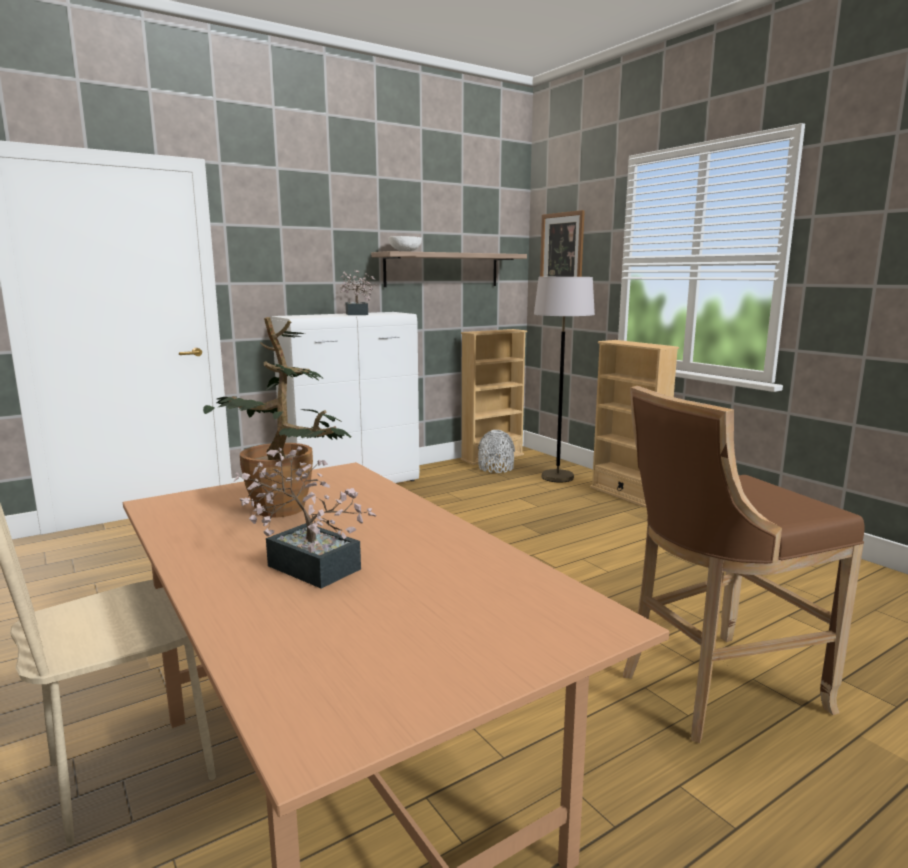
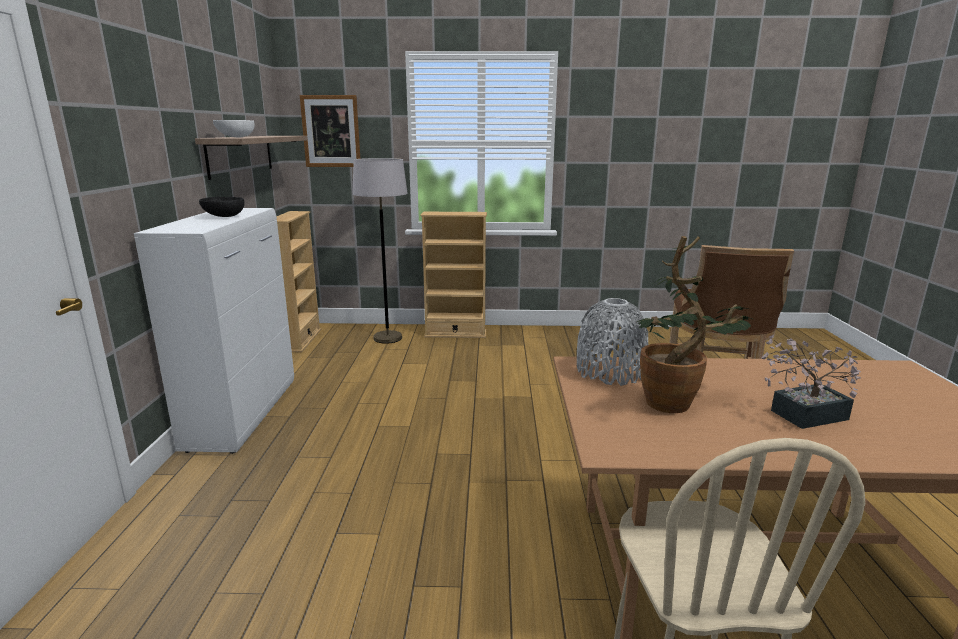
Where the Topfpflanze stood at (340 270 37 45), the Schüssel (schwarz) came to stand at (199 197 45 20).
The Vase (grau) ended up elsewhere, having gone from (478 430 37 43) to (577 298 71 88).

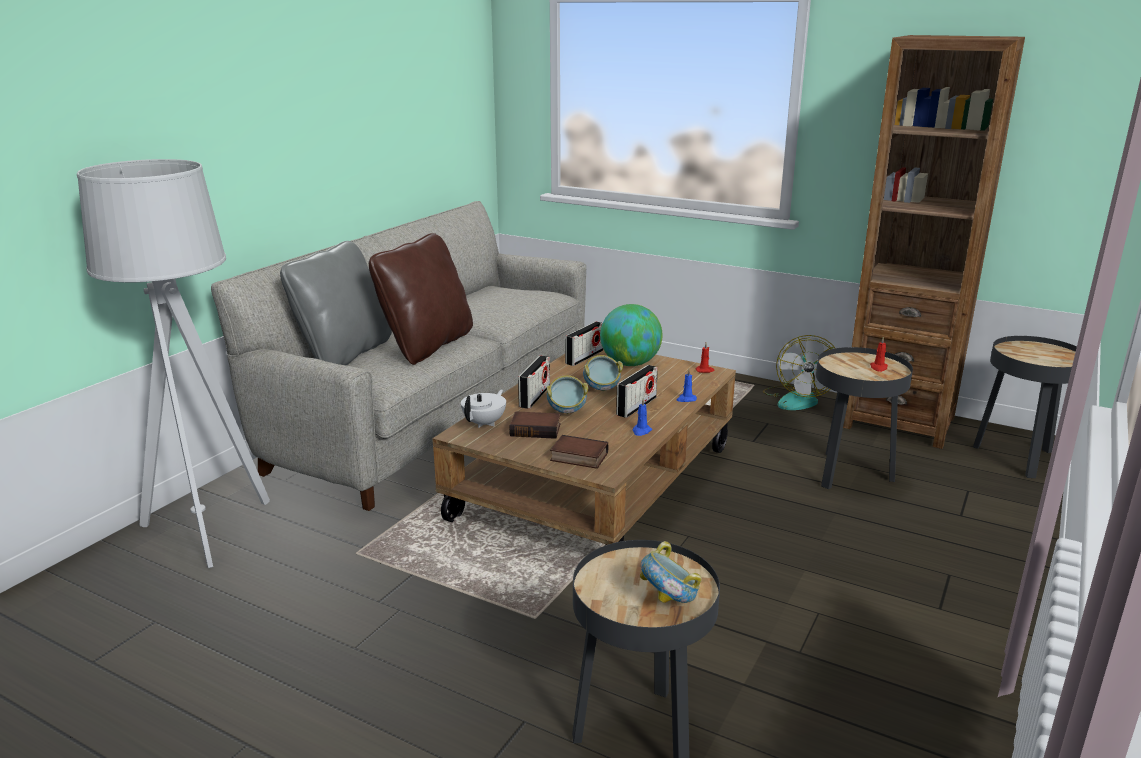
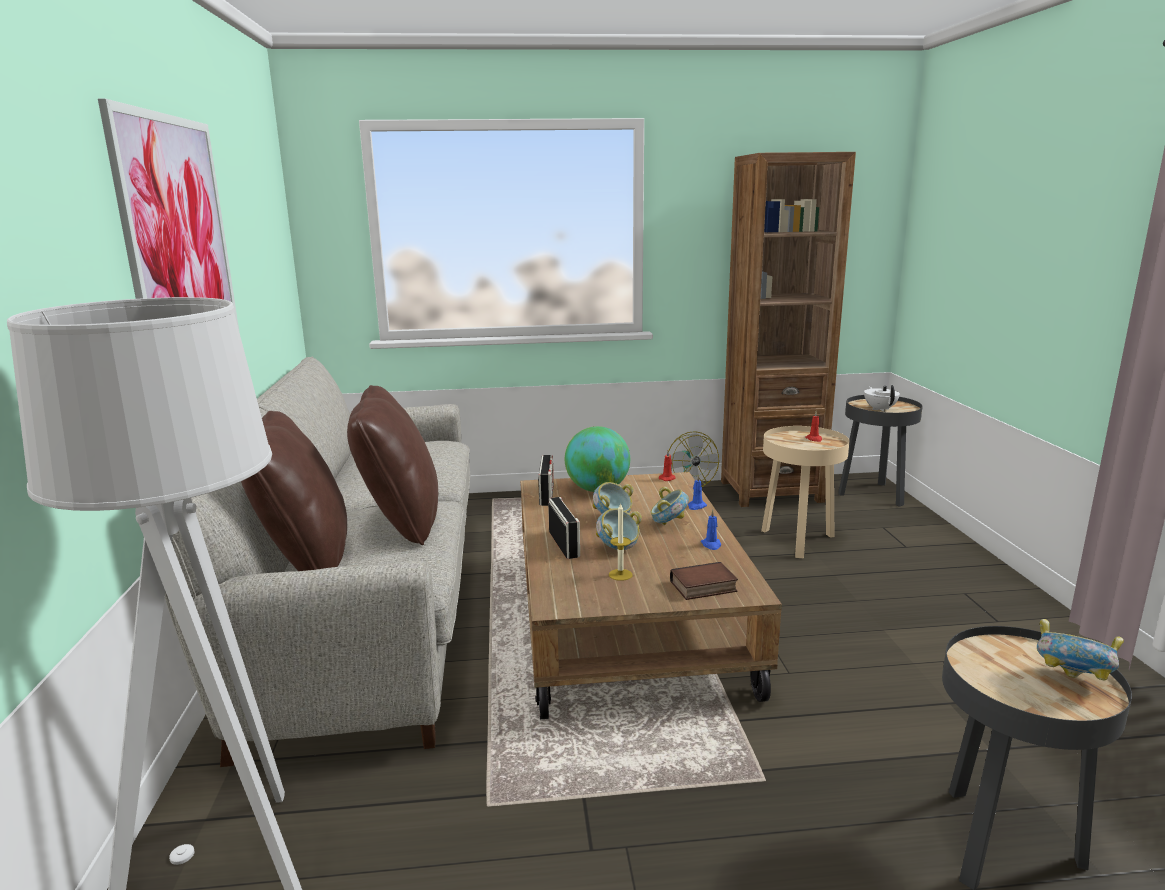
What was the Kissen (grau) at (280 241 112 125) turned into the Kissen (braun) at (241 411 106 160).
What was the Beistelltisch (schwarz) at (816 347 97 142) turned into the Beistelltisch (beige) at (761 426 88 132).
Where the Radio stood at (616 365 42 53), the Schüssel came to stand at (650 487 39 38).
The Teekanne (weiß) ended up elsewhere, having gone from (461 390 45 38) to (864 385 36 27).
Where the Buch stood at (509 411 52 28), the Kerze came to stand at (609 503 23 78).
The second view gained the Bild at (98 99 142 234).

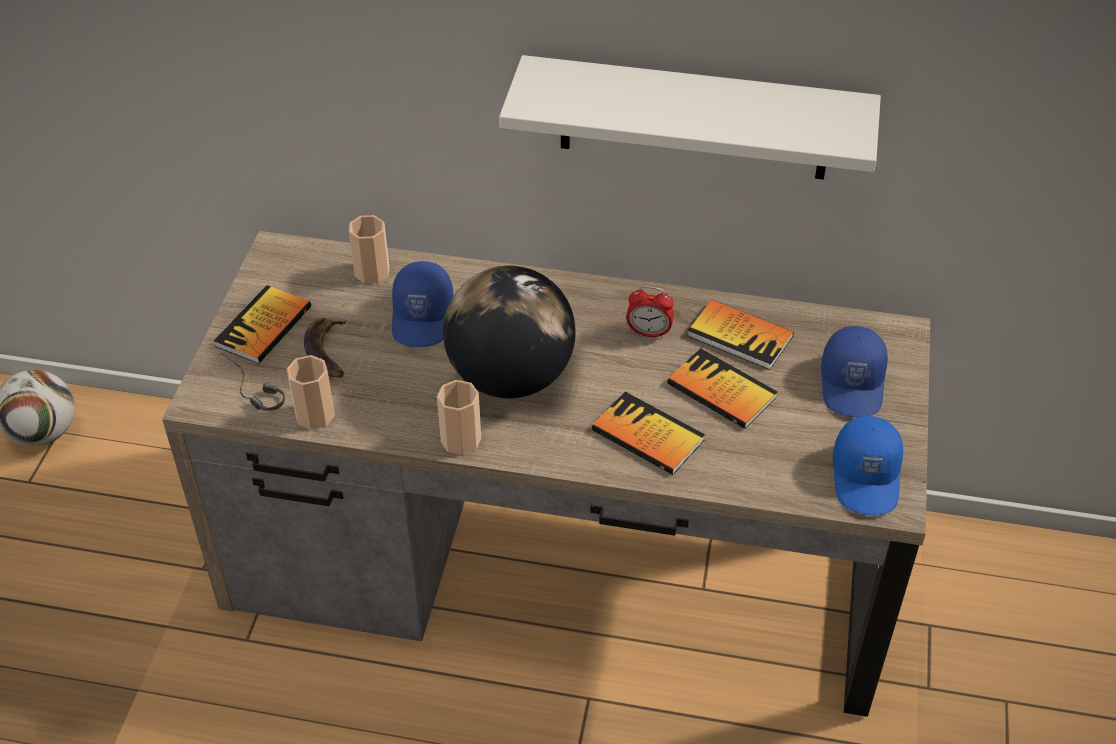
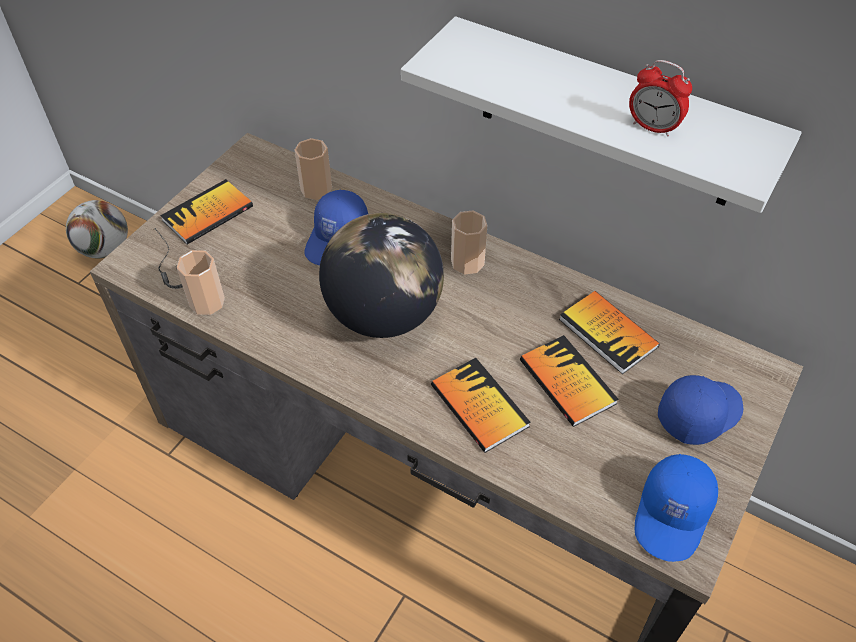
The Wecker ended up elsewhere, having gone from (626 286 48 52) to (629 60 63 77).
The second view lost the Banane at (304 318 43 60).
The Kappe (blau) at (821 326 67 91) ended up facing another way, 150 degrees counterclockwise from before.
The Tasse ended up elsewhere, having gone from (437 380 44 75) to (451 210 36 65).

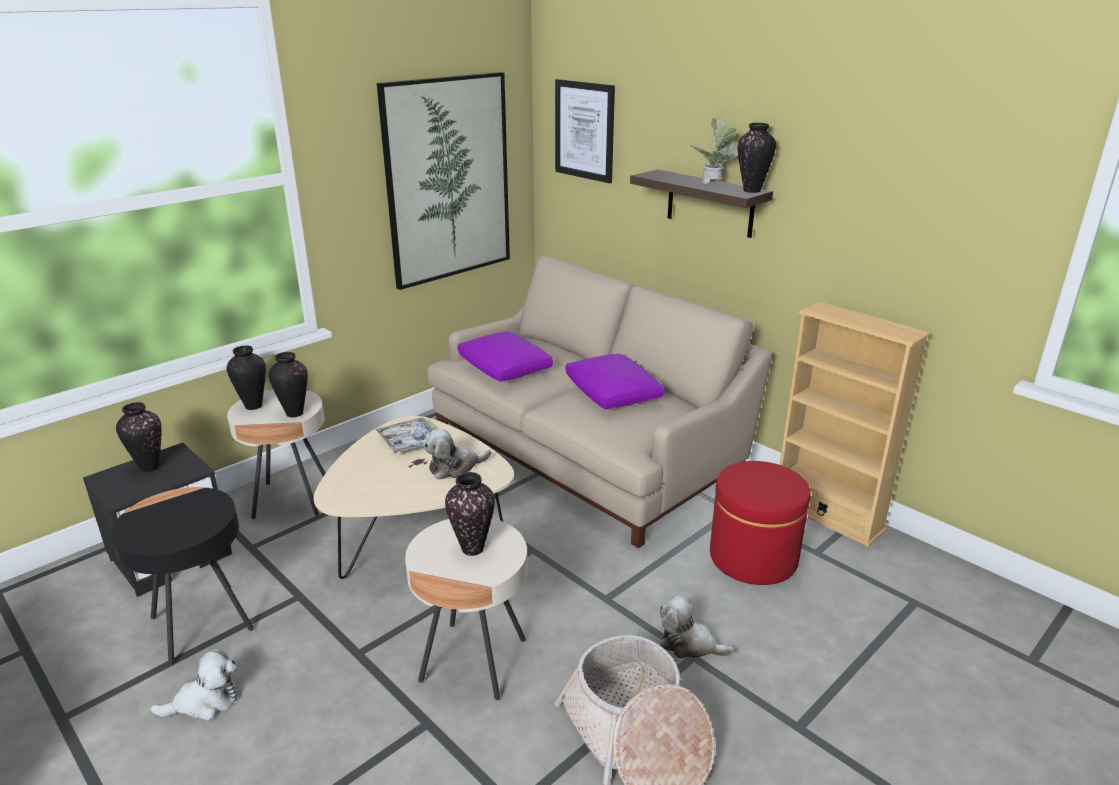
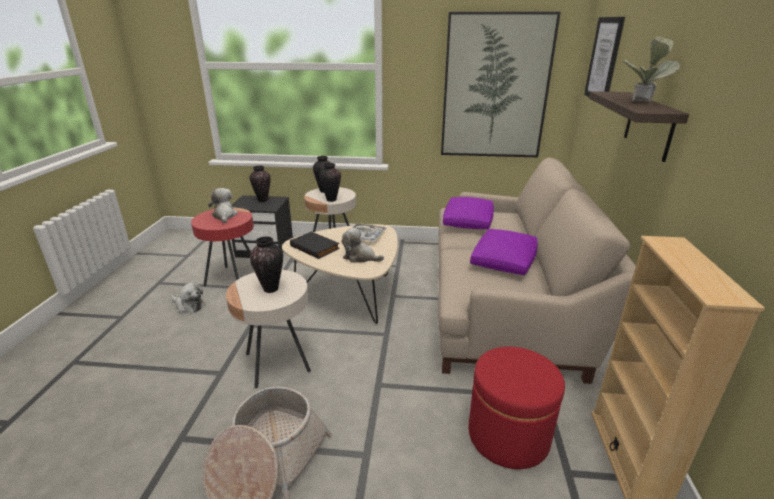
The second view lost the Vase at (738 123 38 70).
What was the Beistelltisch (schwarz) at (111 487 143 177) turned into the Beistelltisch (rot) at (191 208 63 78).
The Plüschtier ended up elsewhere, having gone from (660 595 74 63) to (208 188 30 35).
The second view gained the Buch (schwarz) at (290 231 50 28).

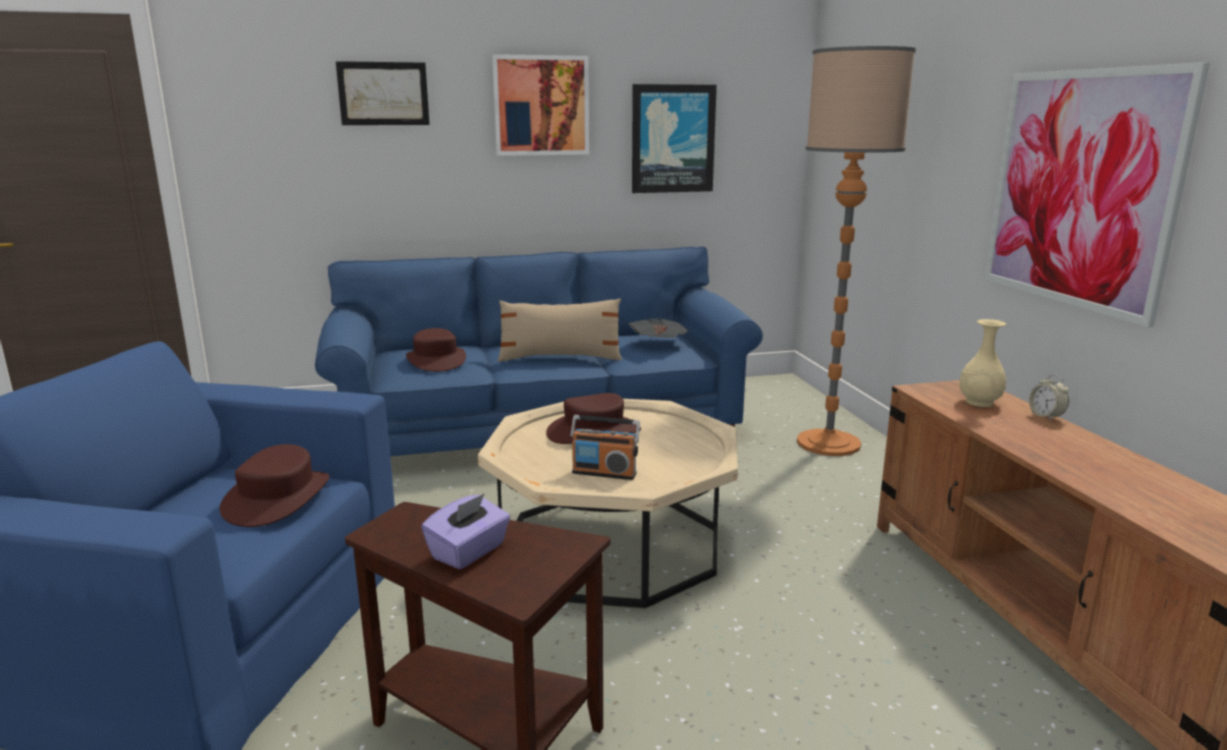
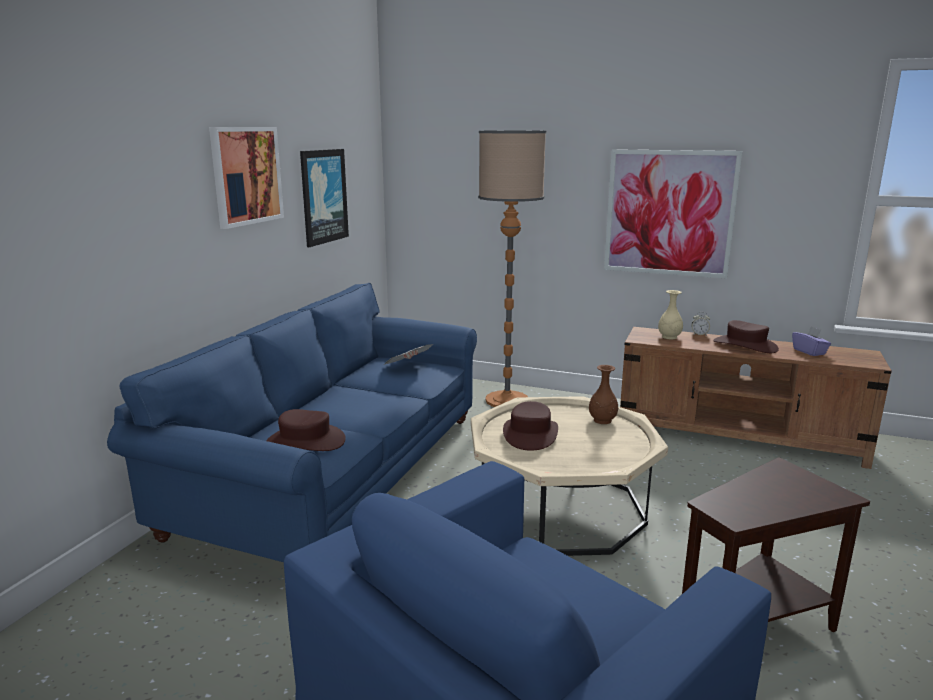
The second view lost the Bild at (336 61 94 64).
The second view lost the Kissen (beige) at (498 299 124 63).
The second view lost the Radio at (571 415 69 65).
The Hut (braun) ended up elsewhere, having gone from (219 444 111 83) to (713 320 66 33).
The Taschentuchbox (lila) ended up elsewhere, having gone from (421 493 90 76) to (792 326 39 30).
The second view gained the Vase (braun) at (589 365 29 59).

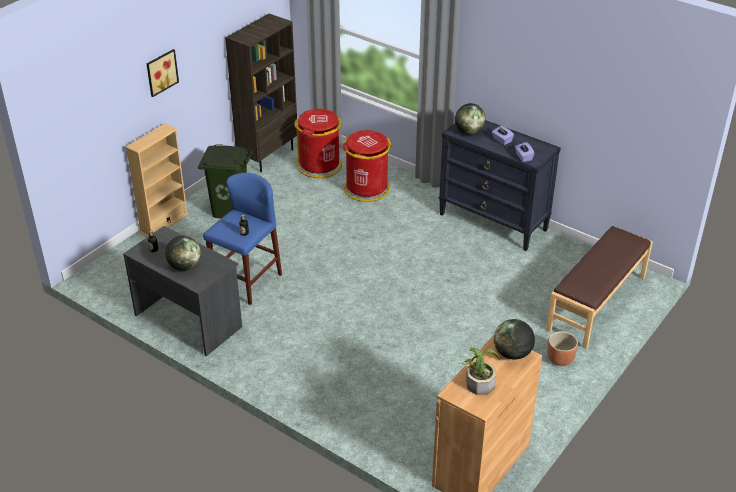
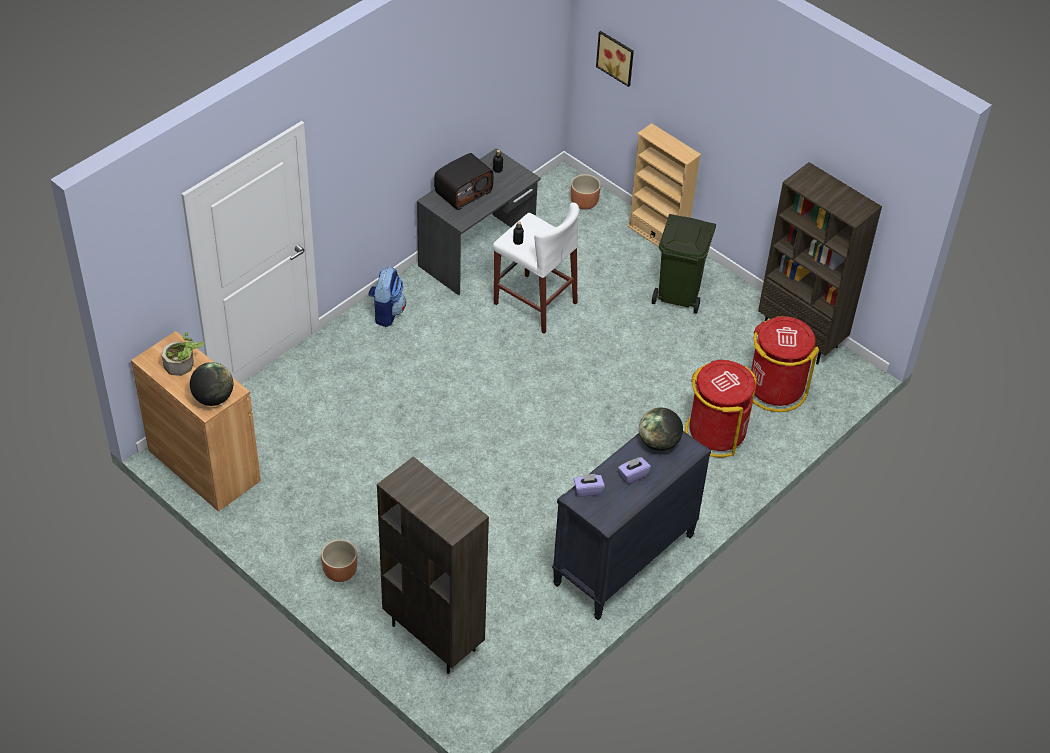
The Bild ended up elsewhere, having gone from (147 49 32 48) to (596 31 38 56).
What was the Hocker (blau) at (203 173 79 132) turned into the Hocker (weiß) at (493 202 86 132).
Where the Bank (braun) stood at (546 226 107 123), the Bücherregal (braun) came to stand at (377 457 112 217).
Where the Globus stood at (166 236 35 35), the Radio came to stand at (434 153 59 57).
The second view gained the Pflanzkübel (braun) at (571 174 30 36).
The second view gained the Rucksack at (368 267 38 60).

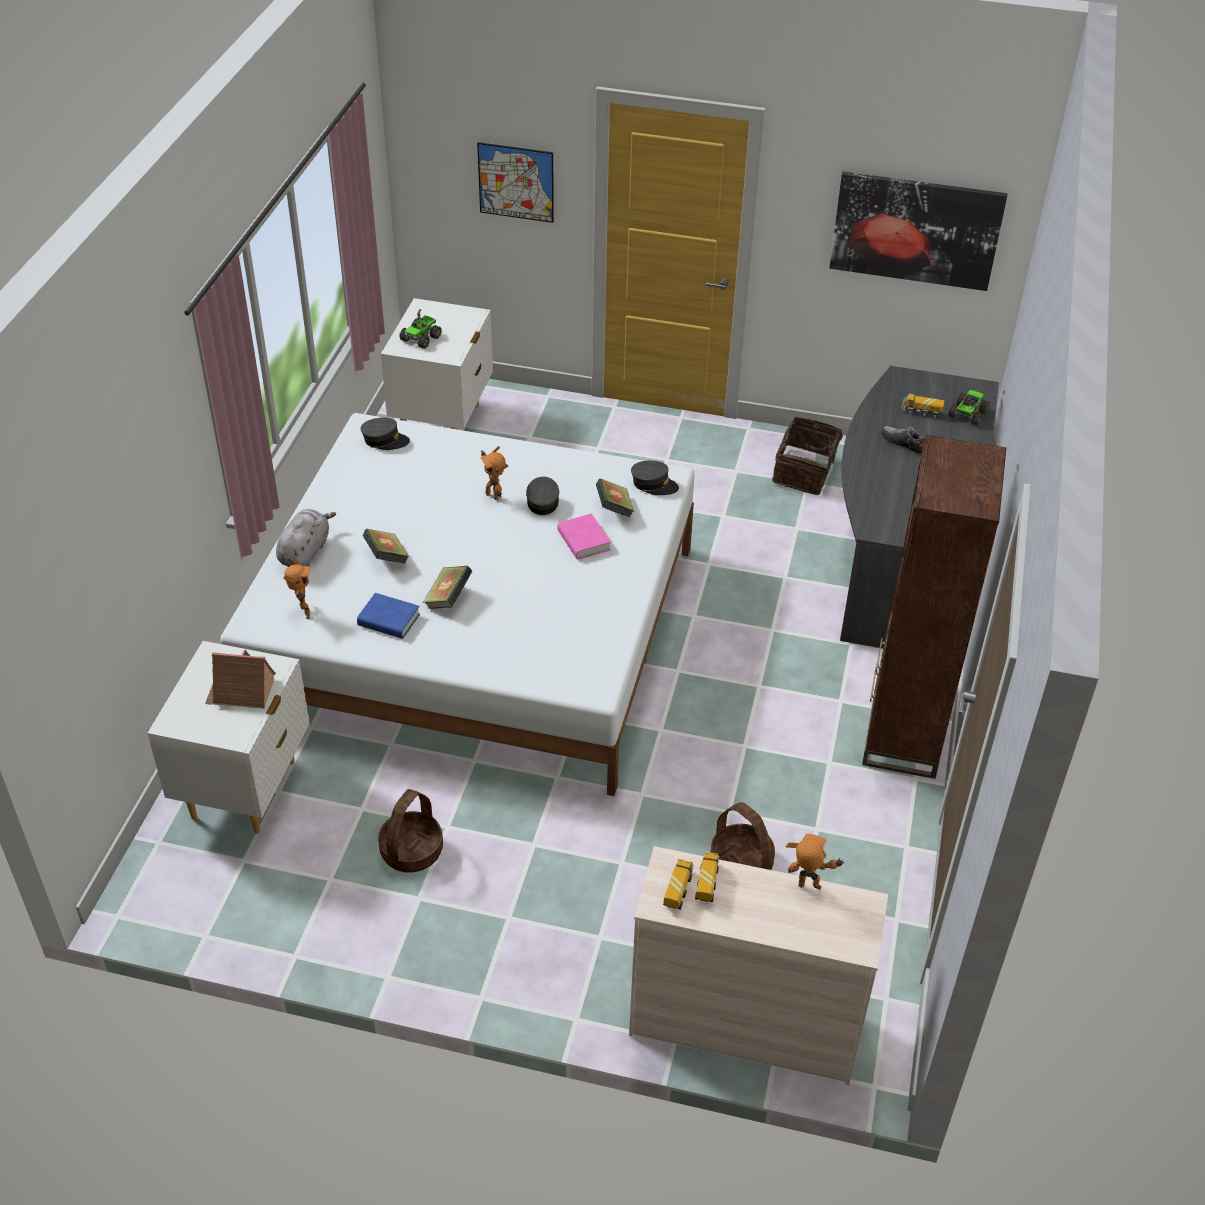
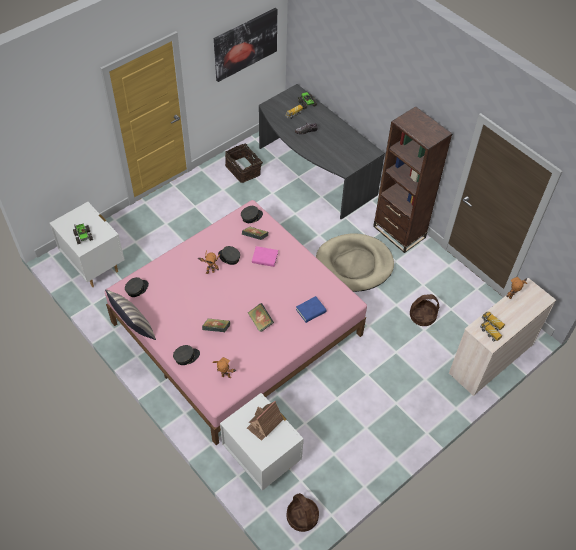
The second view lost the Bild at (477 142 77 81).
What was the Bett (weiß) at (220 413 475 383) turned into the Bett (rosa) at (105 200 262 245).
Where the Plüschtier (grau) stood at (276 509 60 58), the Kappe (grau) came to stand at (173 345 27 20).
The Buch (blau) ended up elsewhere, having gone from (357 593 63 46) to (296 296 30 27).
The Korb ended up elsewhere, having gone from (378 789 65 83) to (287 493 32 39).
The second view gained the Hundebett (beige) at (316 233 78 59).
The second view gained the Kissen at (105 289 51 51).

